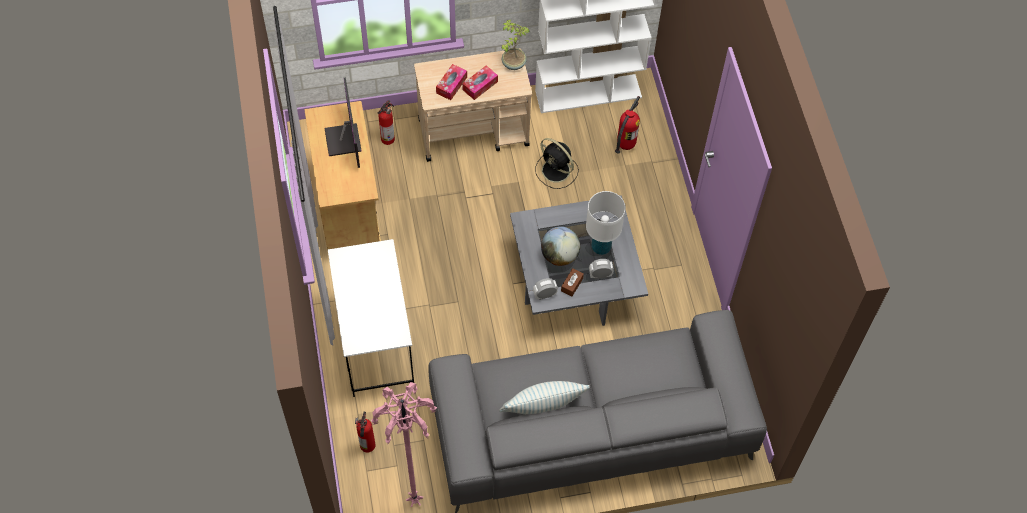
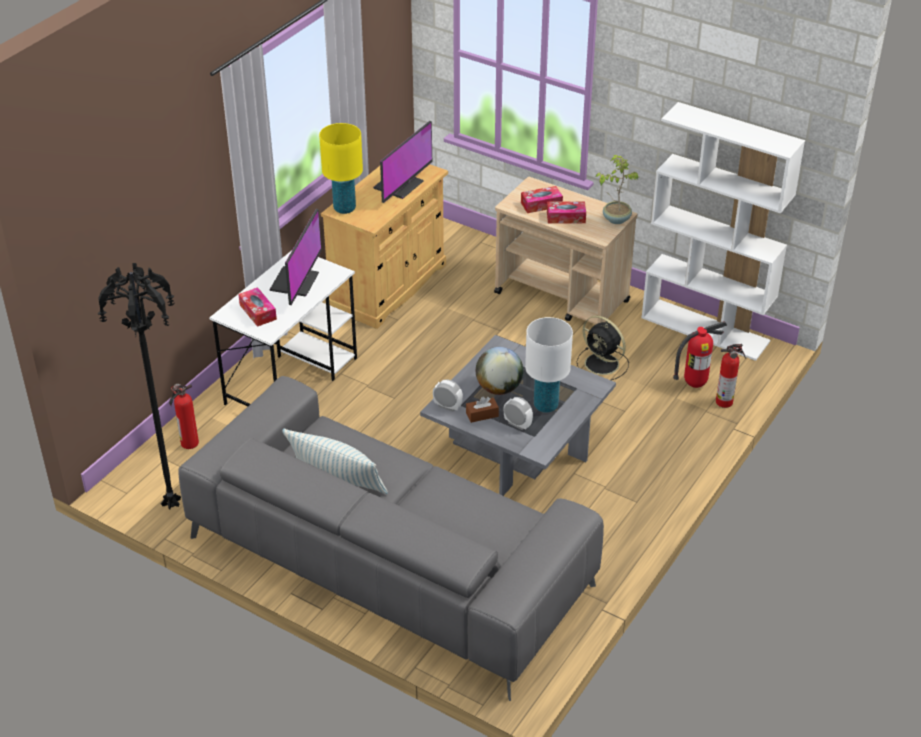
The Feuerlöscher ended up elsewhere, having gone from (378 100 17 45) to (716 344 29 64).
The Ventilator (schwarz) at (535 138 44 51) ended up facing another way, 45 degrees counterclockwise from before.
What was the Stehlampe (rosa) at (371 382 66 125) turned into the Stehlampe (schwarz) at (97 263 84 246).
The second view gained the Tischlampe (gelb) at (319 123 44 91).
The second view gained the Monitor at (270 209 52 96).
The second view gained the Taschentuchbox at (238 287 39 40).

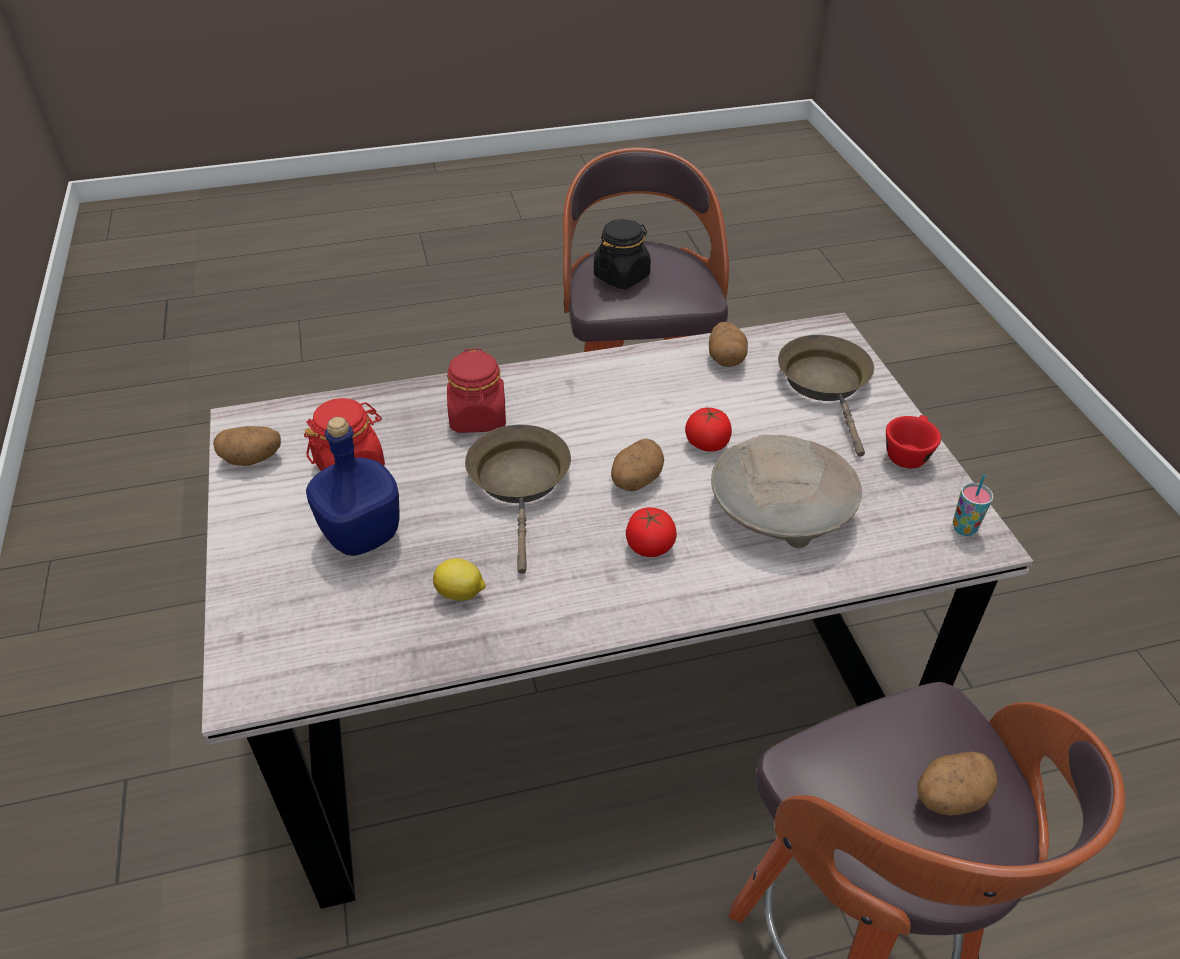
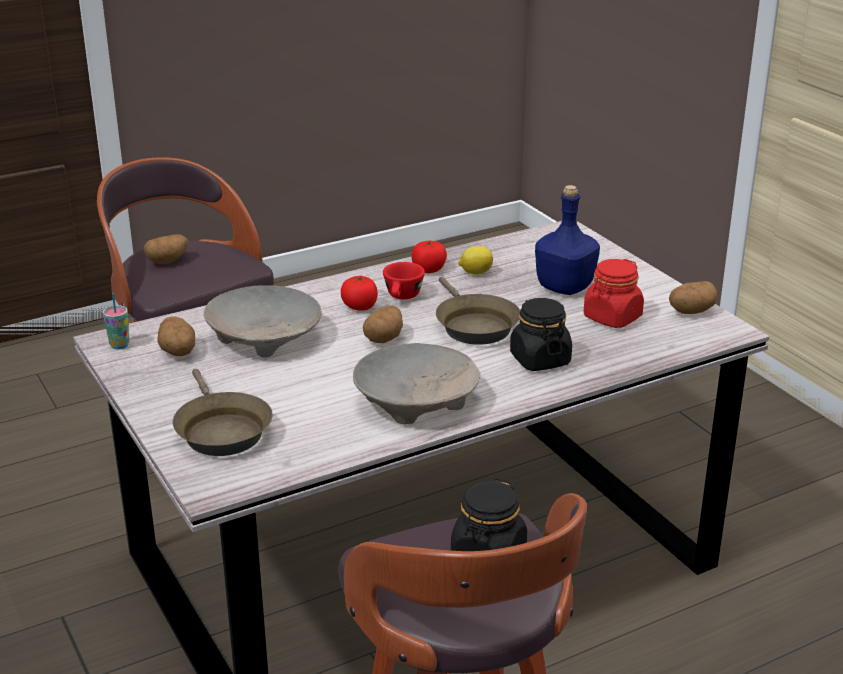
The Kartoffel ended up elsewhere, having gone from (709 322 39 45) to (157 317 38 39).
What was the Vorratsglas (rot) at (447 348 59 85) turned into the Vorratsglas (schwarz) at (510 298 62 73).
The Tomate ended up elsewhere, having gone from (685 407 47 45) to (411 240 36 33).
The Tasse (rot) ended up elsewhere, having gone from (886 415 55 53) to (383 262 42 37).
The second view gained the Schüssel (beige) at (353 343 127 81).

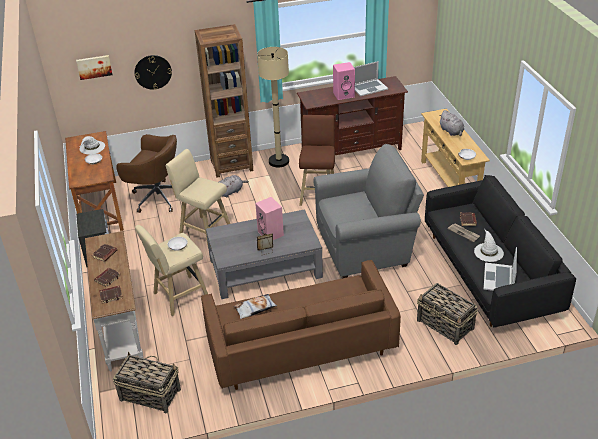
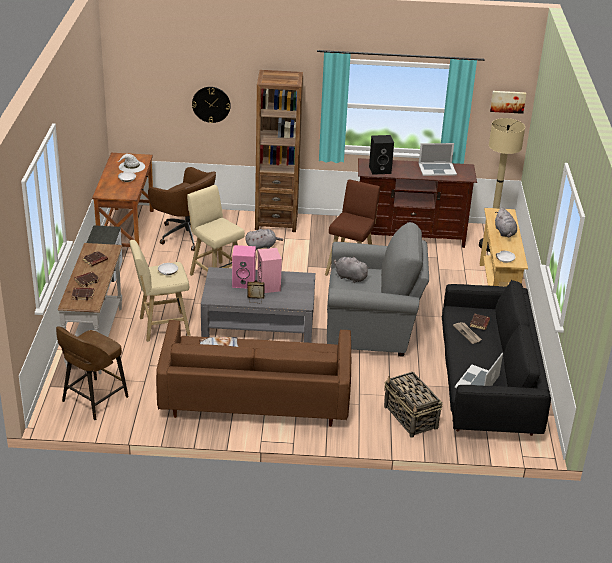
The Stehlampe (beige) ended up elsewhere, having gone from (257 47 32 121) to (479 118 46 134).
The Bild ended up elsewhere, having gone from (76 55 36 25) to (490 91 36 23).
The Lautsprecher (rosa) ended up elsewhere, having gone from (333 62 22 38) to (232 245 24 43).
The second view lost the Hut (weiß) at (474 229 30 33).
Where the Korb stood at (113 352 68 61), the Hocker (braun) came to stand at (56 326 73 94).
The second view gained the Lautsprecher (schwarz) at (369 135 25 40).
The second view gained the Plüschtier (grau) at (334 256 36 27).

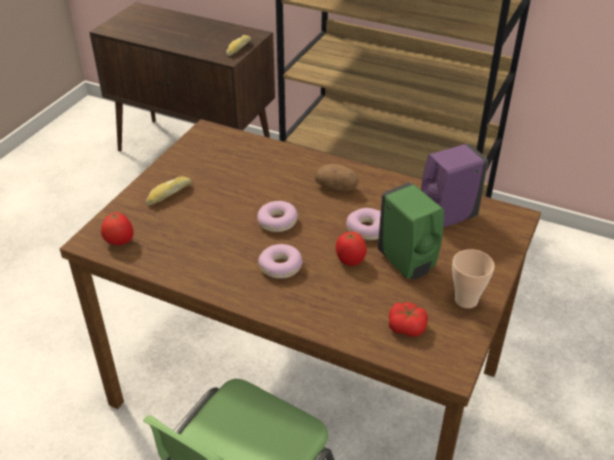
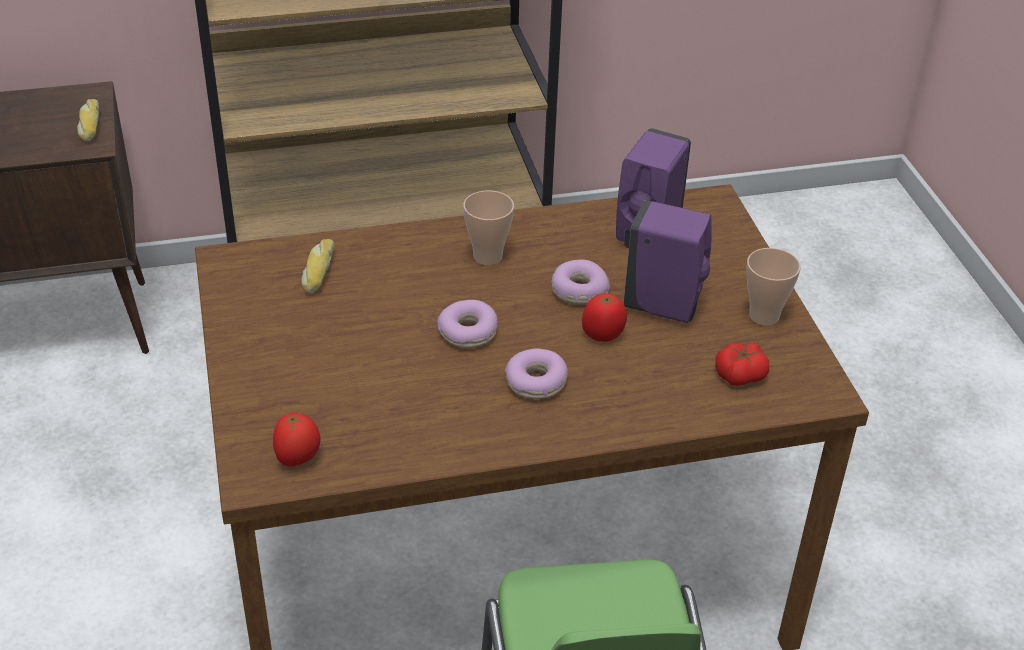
Where the Kartoffel stood at (315 164 44 27), the Tasse came to stand at (463 190 51 75).
The Brot ended up elsewhere, having gone from (146 176 46 30) to (301 239 33 55).
What was the Seifenspender (grün) at (378 182 66 98) turned into the Seifenspender (lila) at (623 200 89 123).

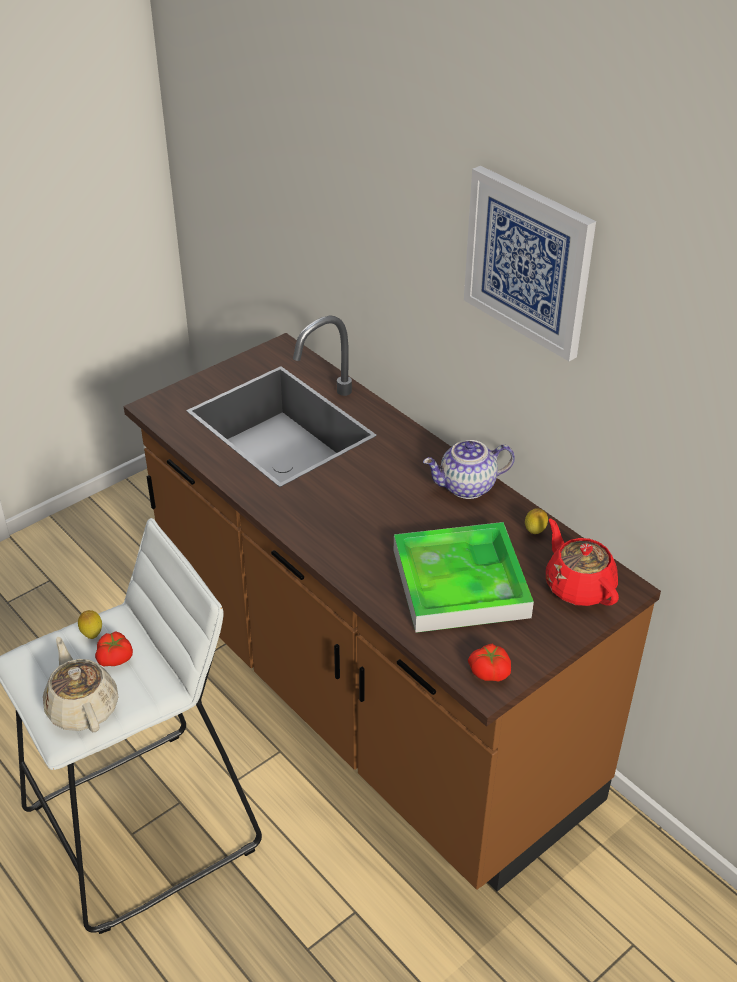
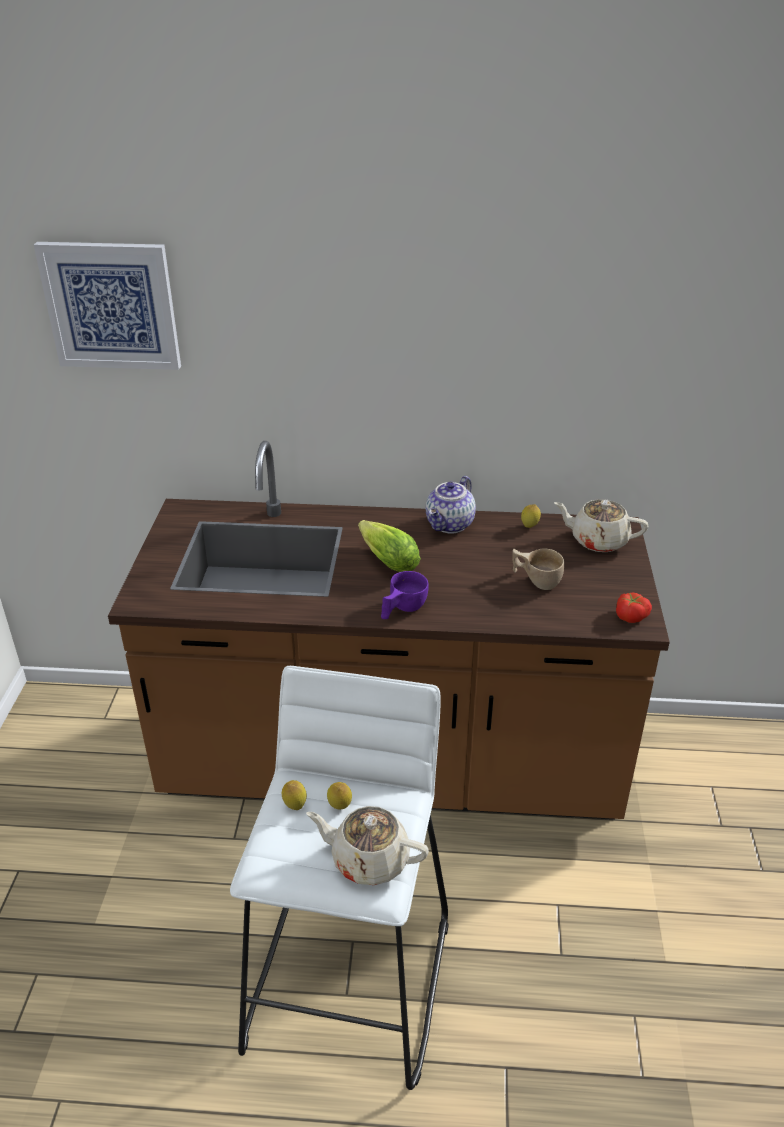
The Bild ended up elsewhere, having gone from (464 166 132 195) to (34 242 147 128).
What was the Teekanne (rot) at (546 519 73 87) turned into the Teekanne (beige) at (554 499 95 53).
Where the Tablett stood at (394 522 140 111), the Tasse (beige) came to stand at (512 549 52 41).
Where the Tomate stood at (95 631 38 36), the Zitrone came to stand at (327 782 25 28).
The second view gained the Salatkopf at (358 520 63 52).
The second view gained the Tasse (lila) at (381 571 48 48).

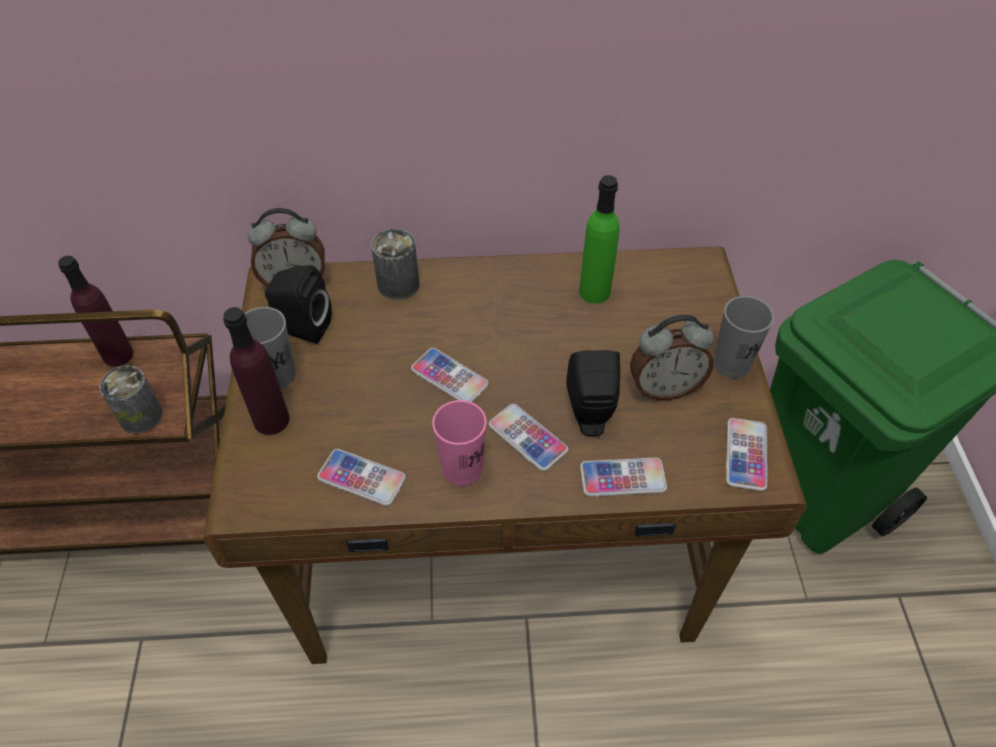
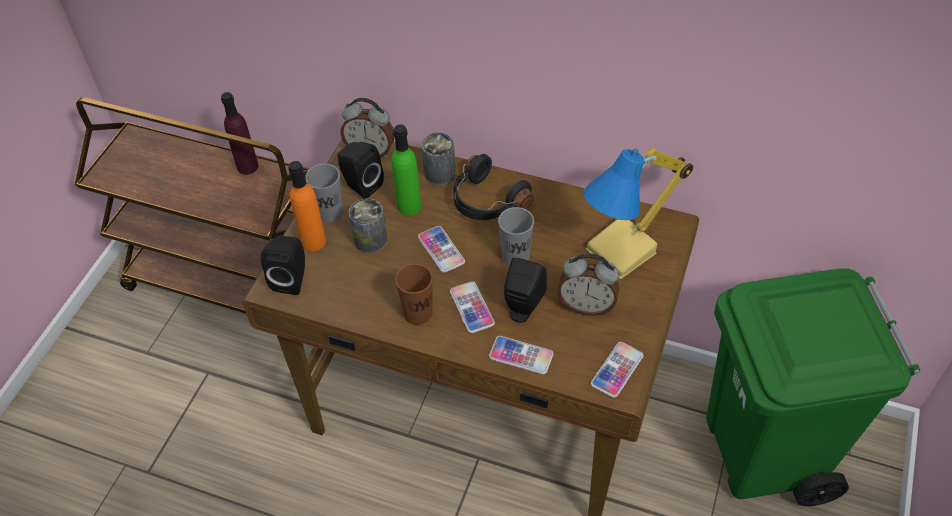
The Flasche (grün) ended up elsewhere, having gone from (579 175 41 129) to (391 125 30 90).
The Tasse (grau) ended up elsewhere, having gone from (714 296 60 82) to (498 207 36 59).
What was the Flasche (lila) at (223 307 67 128) turned into the Flasche (orange) at (288 161 38 90).
The Dose ended up elsewhere, having gone from (100 366 63 68) to (349 199 38 54).
What was the Tasse (rosa) at (432 400 55 86) turned into the Tasse (braun) at (395 264 38 61).
The second view lost the Handy at (317 449 89 57).
The second view gained the Tischlampe at (583 148 110 131).
The second view gained the Kopfhörer (schwarz) at (453 154 80 66).
The second view gained the Lautsprecher (schwarz) at (261 235 44 60).

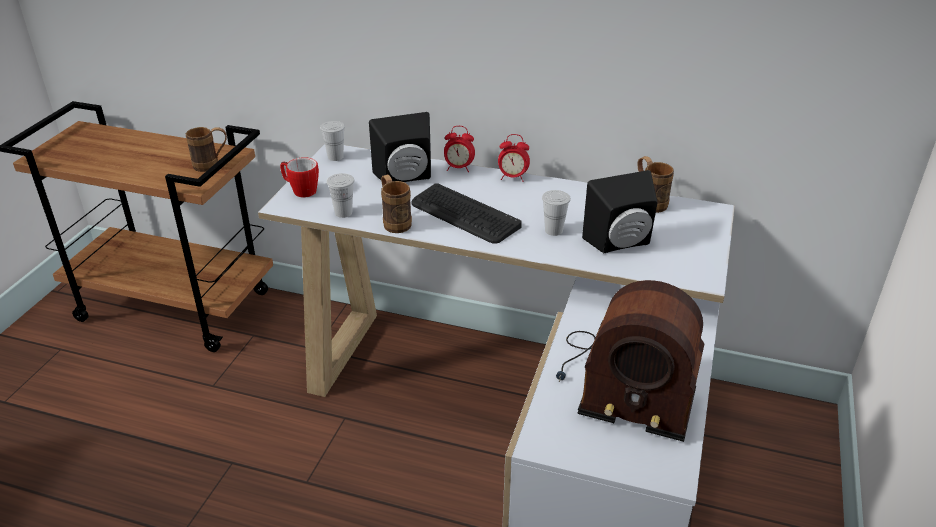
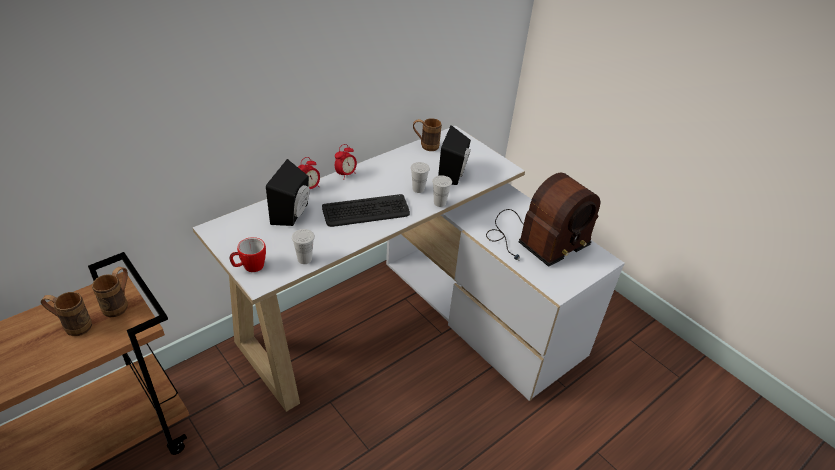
The Tasse (weiß) ended up elsewhere, having gone from (320 121 25 40) to (432 175 20 32).
The Henkelbecher (braun) ended up elsewhere, having gone from (381 174 31 59) to (41 292 51 44).

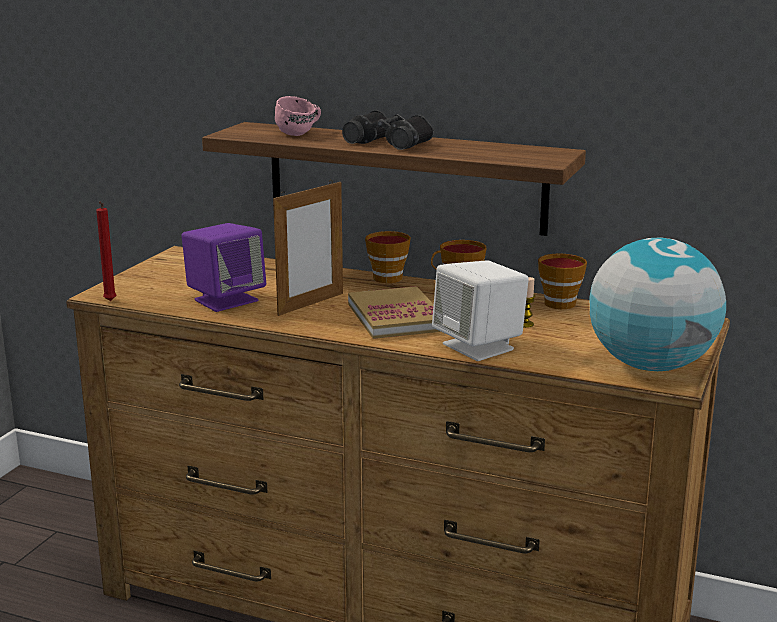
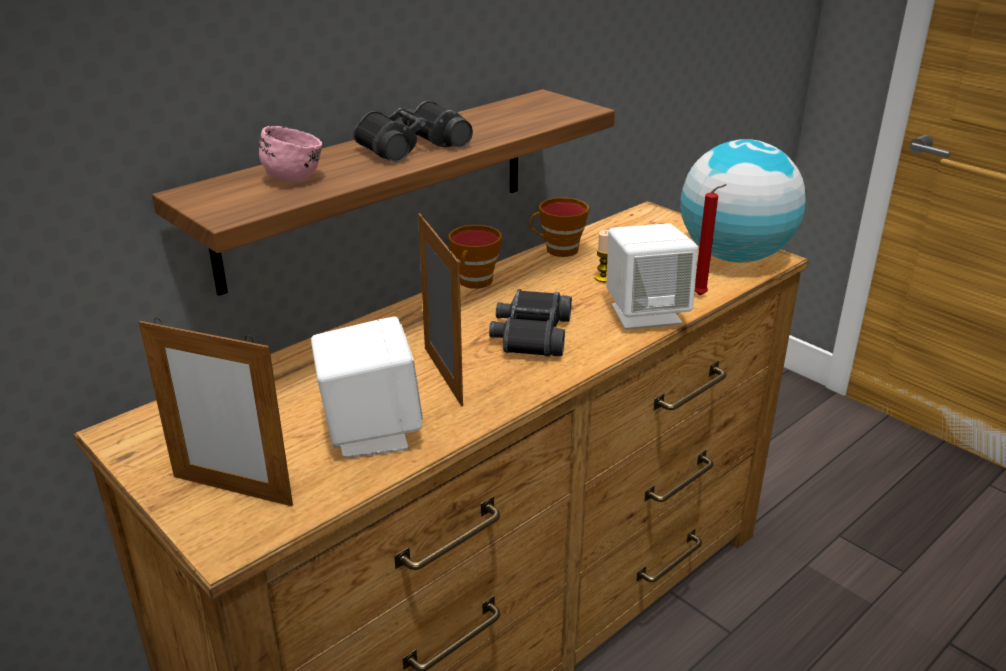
The Kerze (rot) ended up elsewhere, having gone from (96 201 21 100) to (695 184 32 111).
What was the Lautsprecher (lila) at (182 223 84 89) turned into the Lautsprecher (weiß) at (311 317 112 141).
The second view lost the Tasse at (365 231 46 52).
Where the Buch stood at (348 286 93 53), the Fernglas (schwarz) came to stand at (489 289 83 67).
The second view gained the Bilderrahmen at (139 318 154 188).

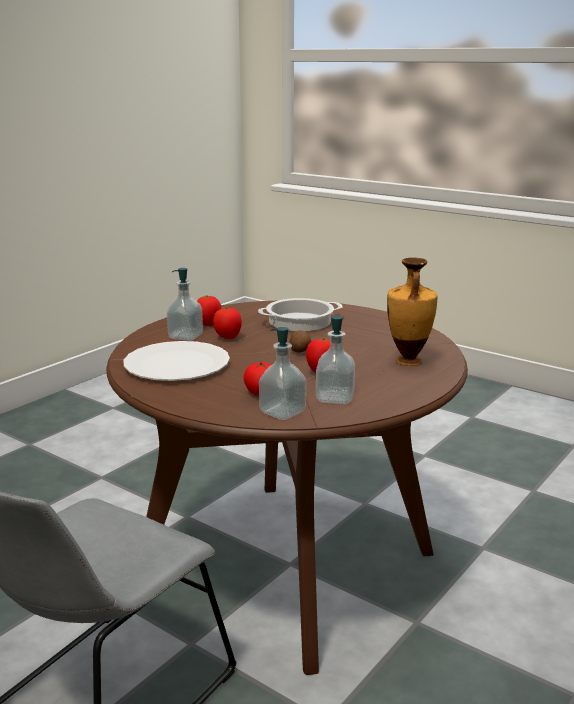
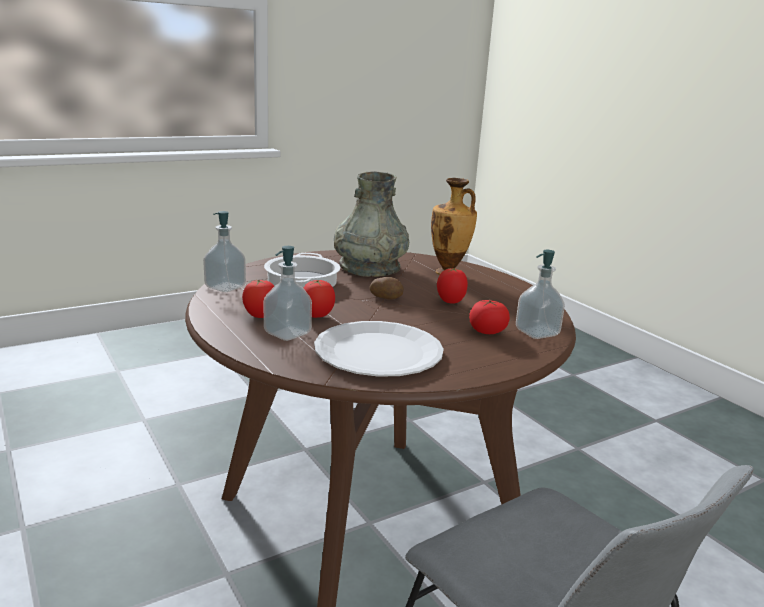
The Seifenspender ended up elsewhere, having gone from (316 316 39 88) to (203 211 43 81).
The second view gained the Vase (grau) at (334 171 75 106).

